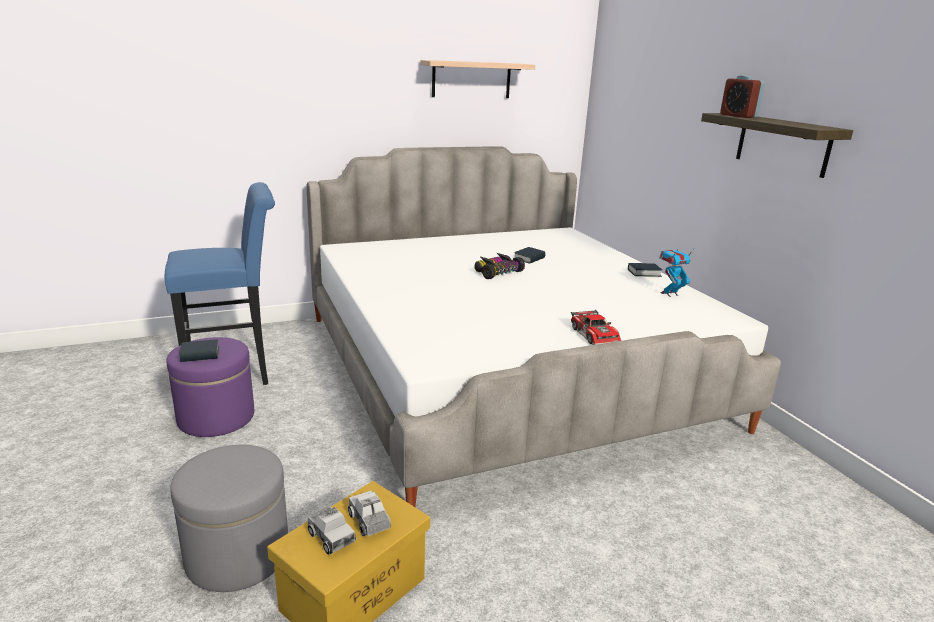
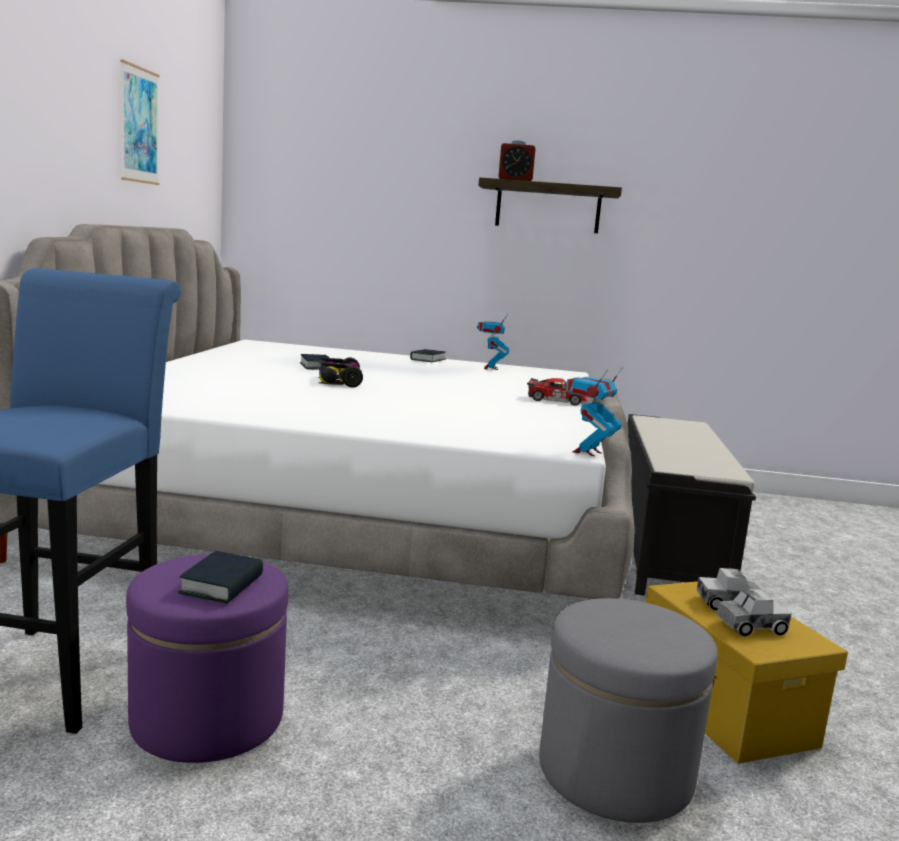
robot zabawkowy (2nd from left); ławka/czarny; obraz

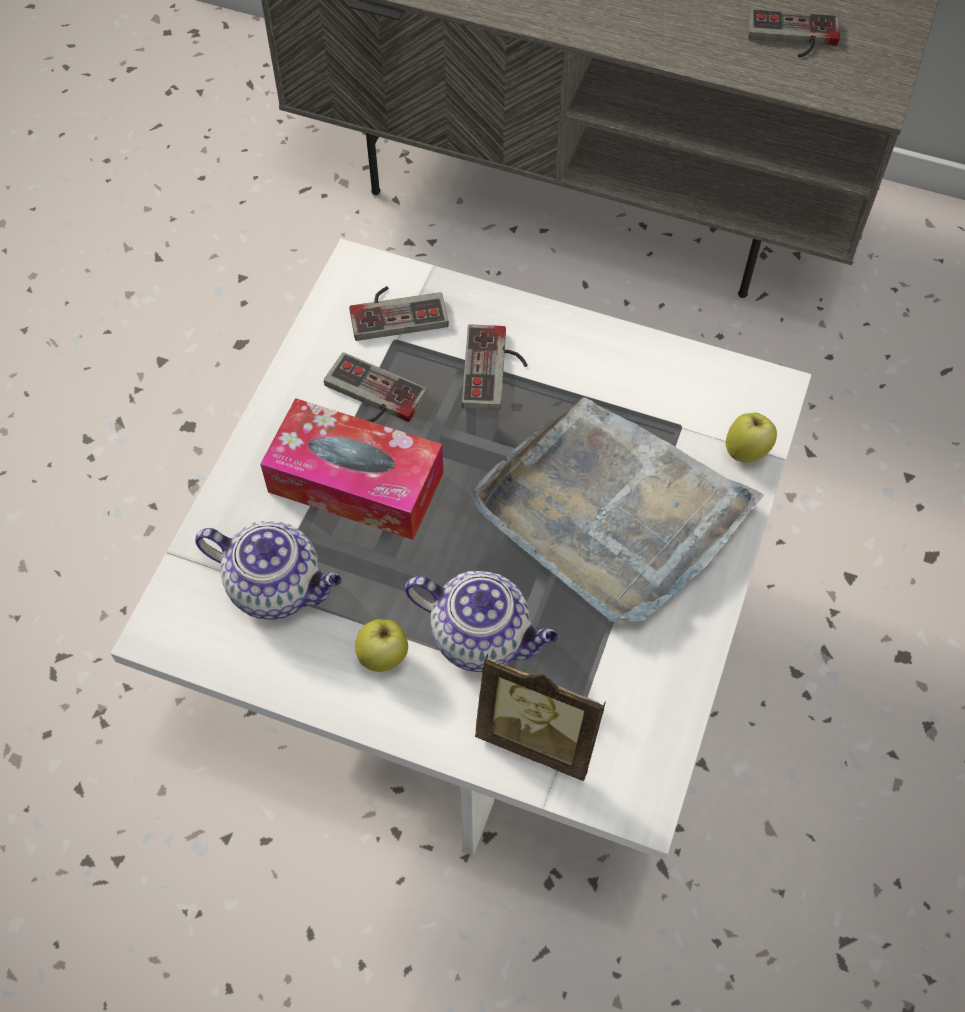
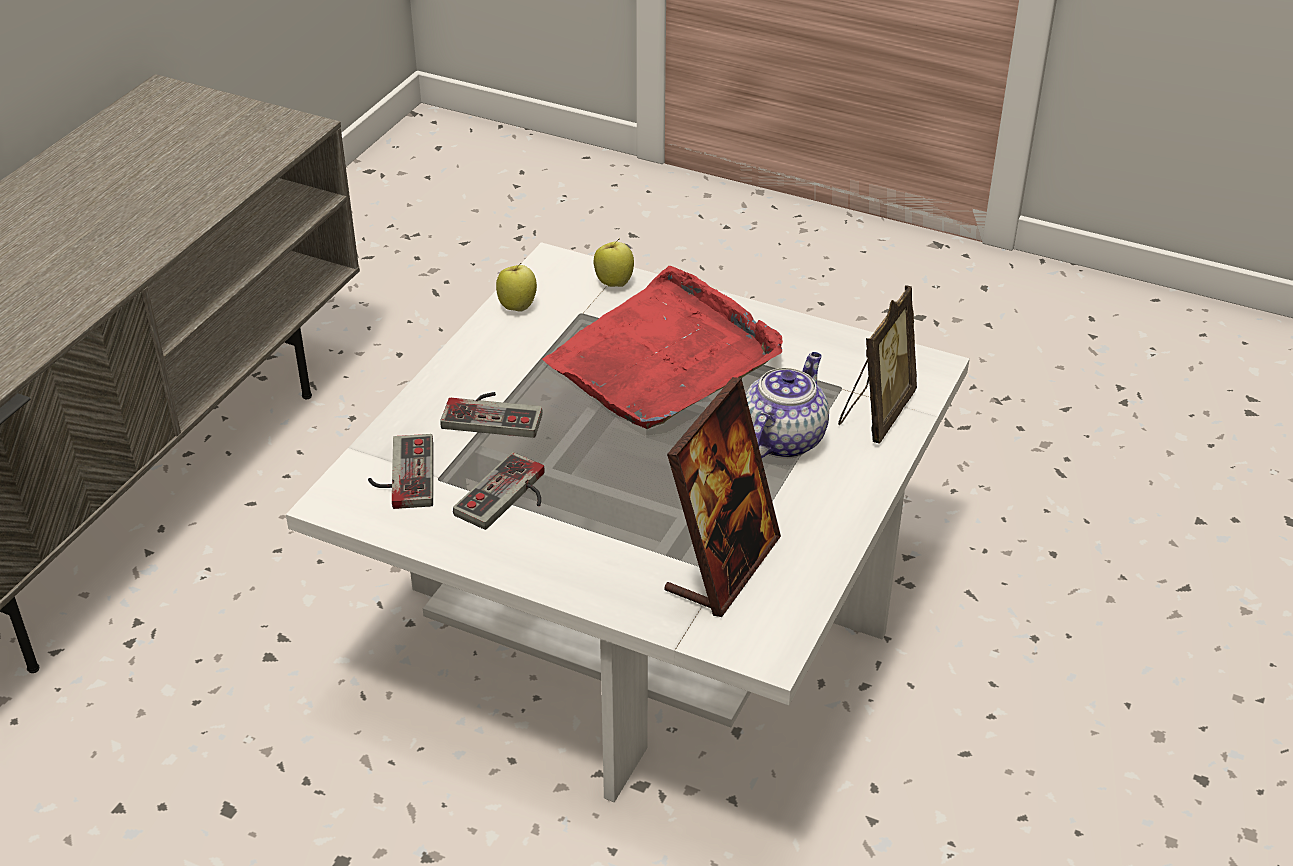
pudełko chusteczek; pad do gier (4th from left in the first image); jabłko (1st from left); ramka na zdjęcie (1st from left); taca/czerwony

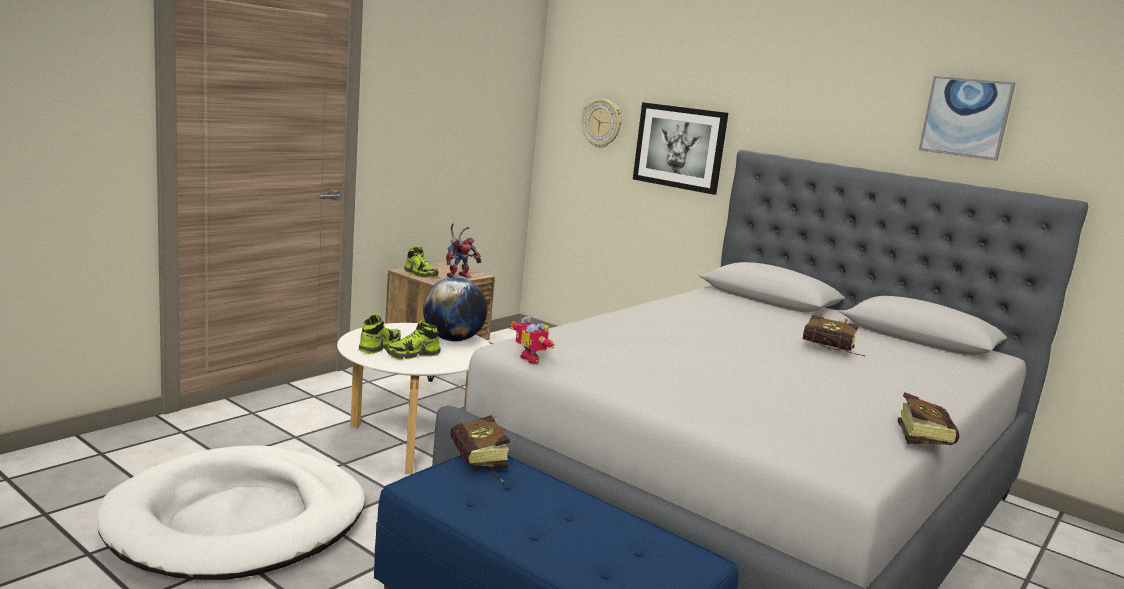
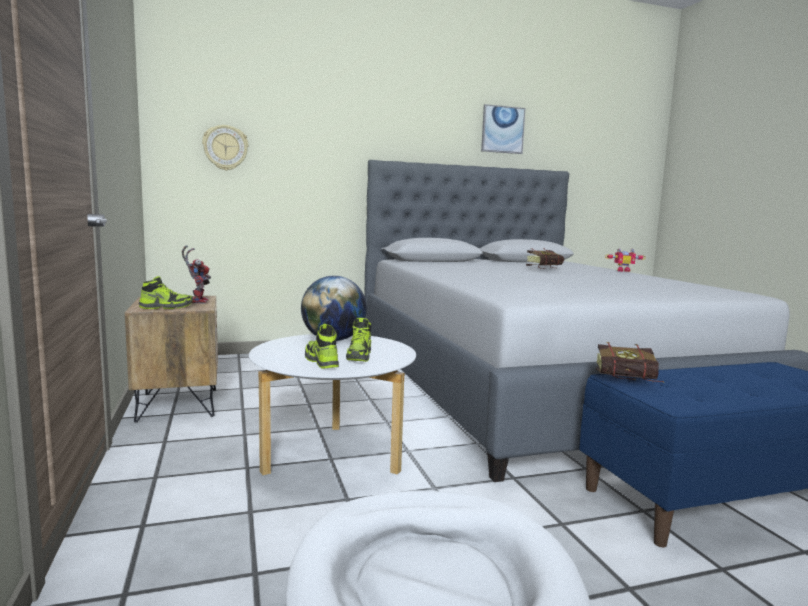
obraz (1st from left in the first image); książka (3rd from left in the first image); robot zabawkowy (2nd from left)

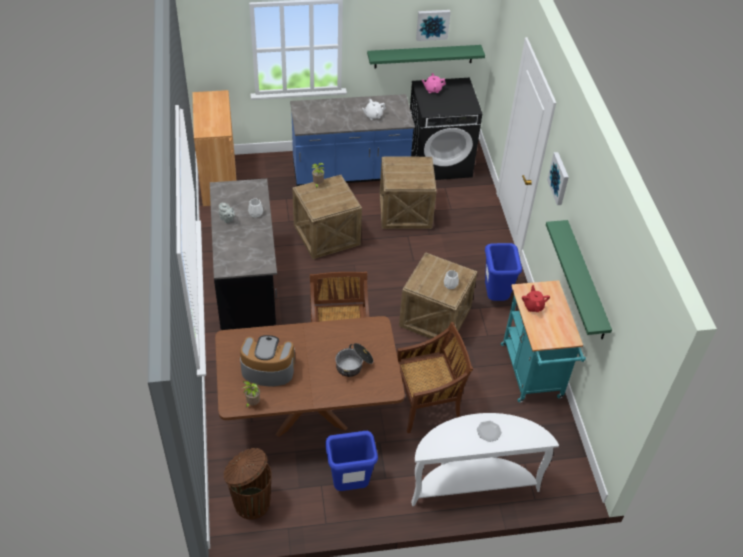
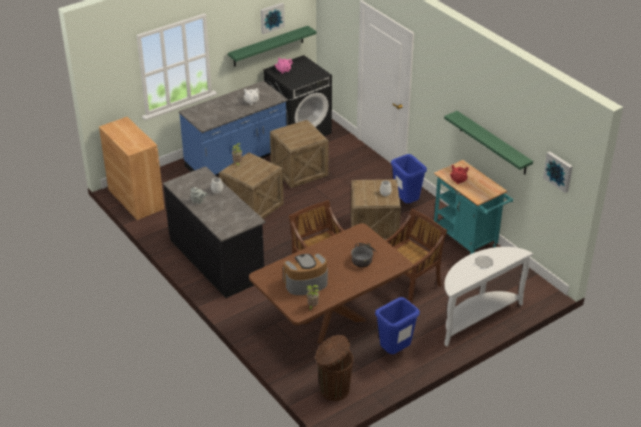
obraz (2nd from left)

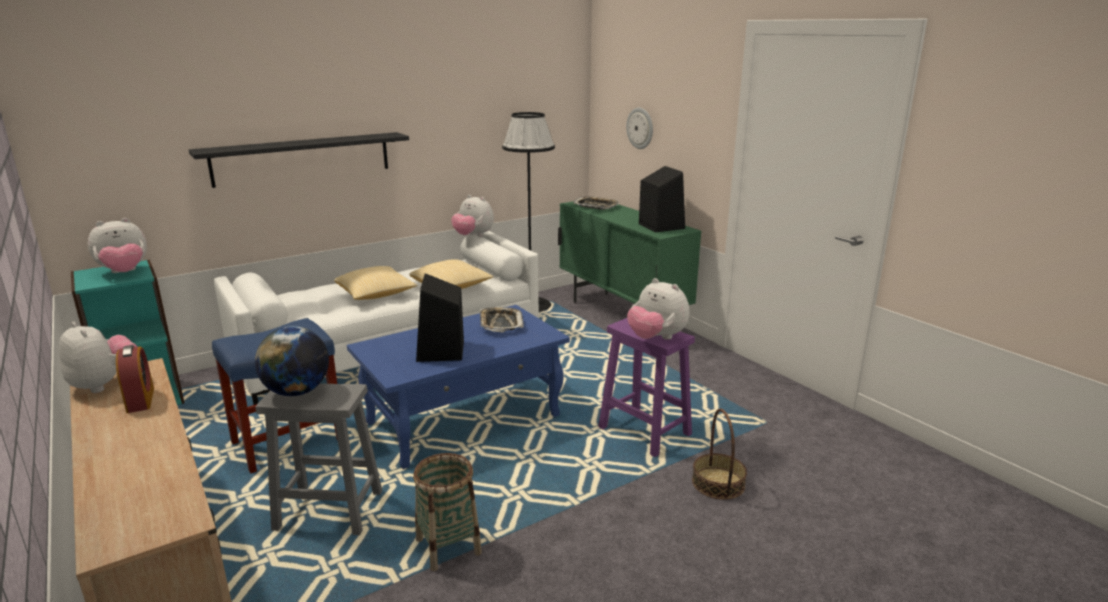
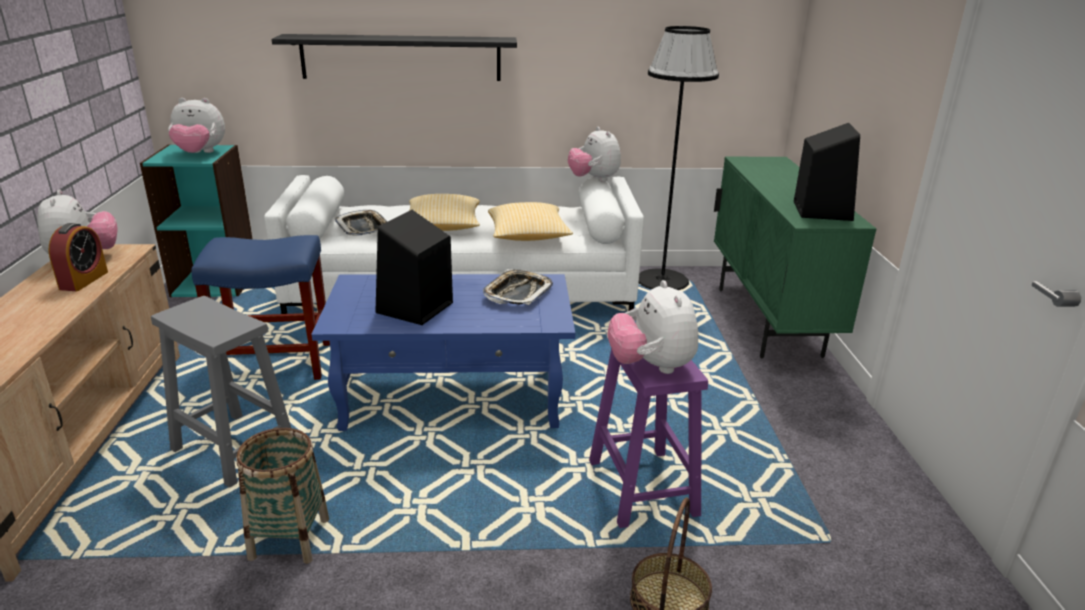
globus; zegar ścienny; taca (1st from left)

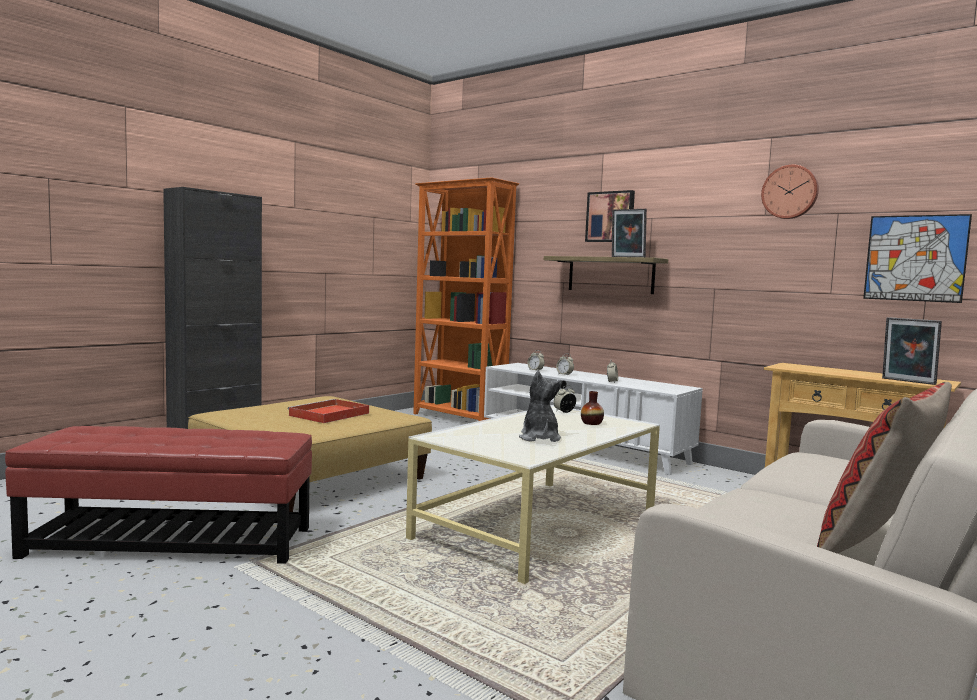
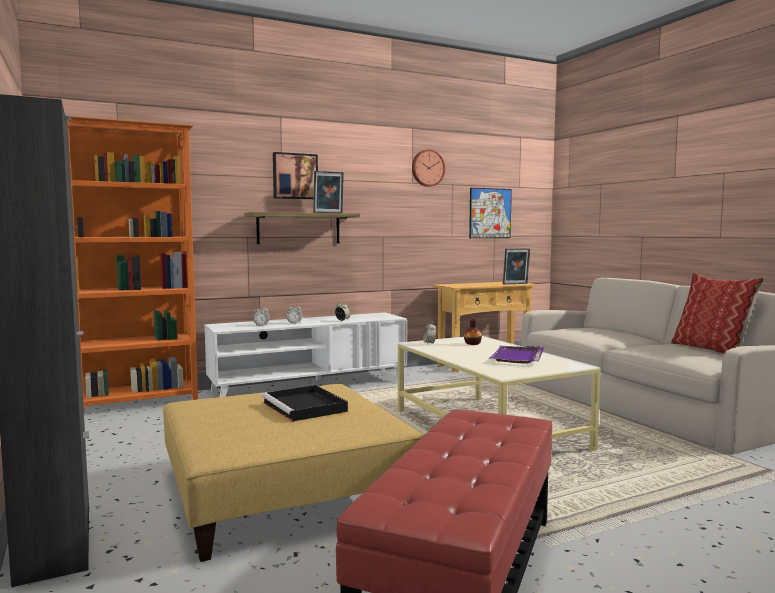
taca/fioletowy; taca/czarny

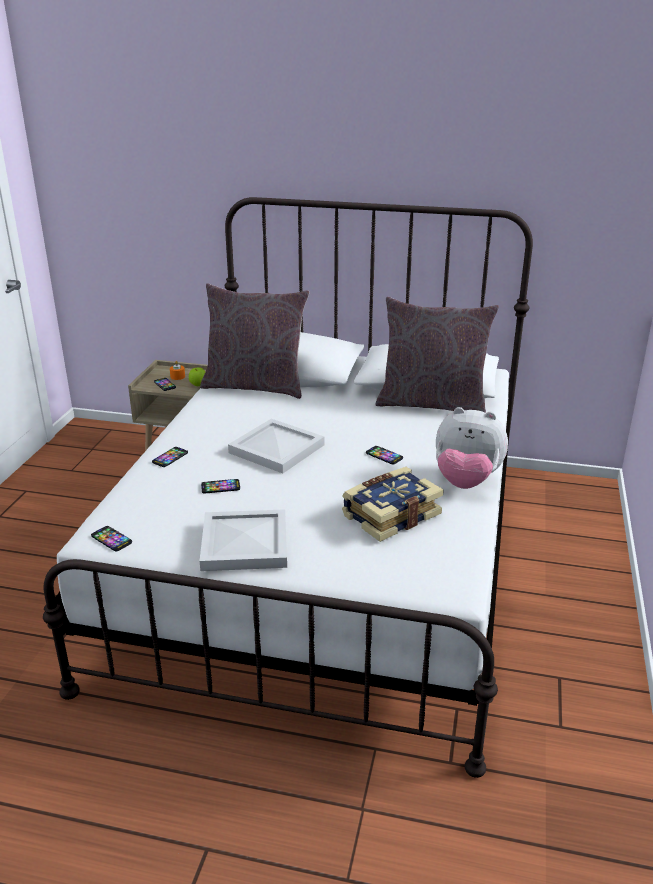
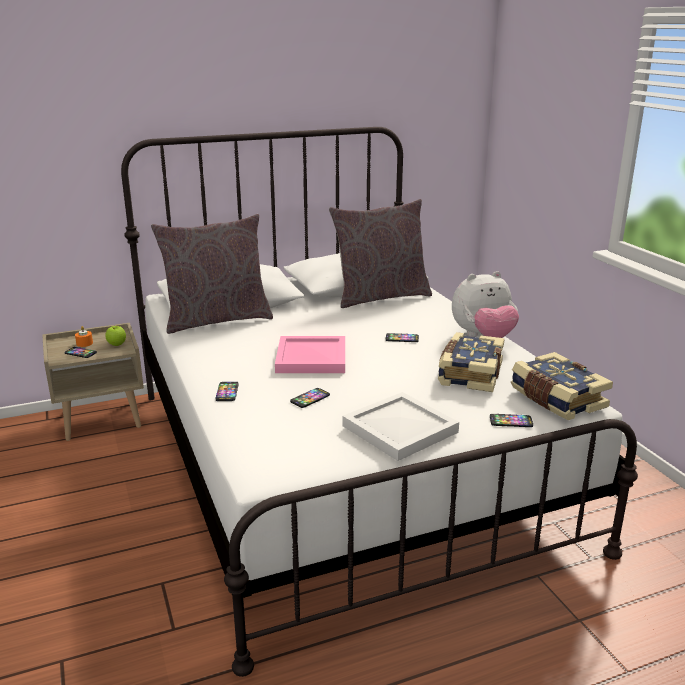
książka (2nd from left); telefon (5th from left); taca/różowy

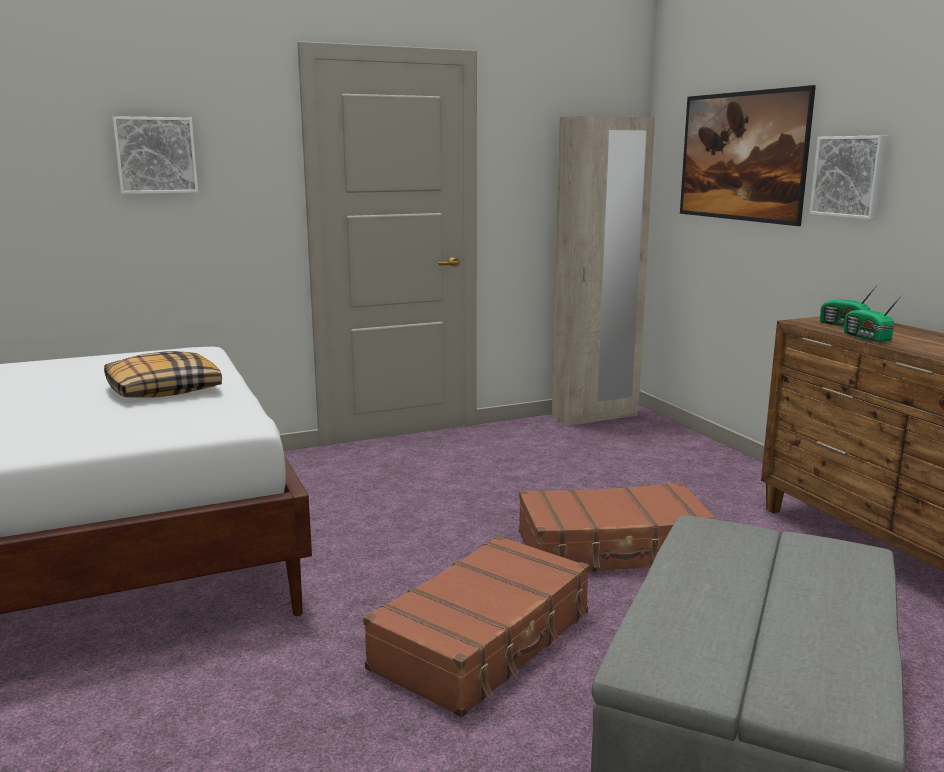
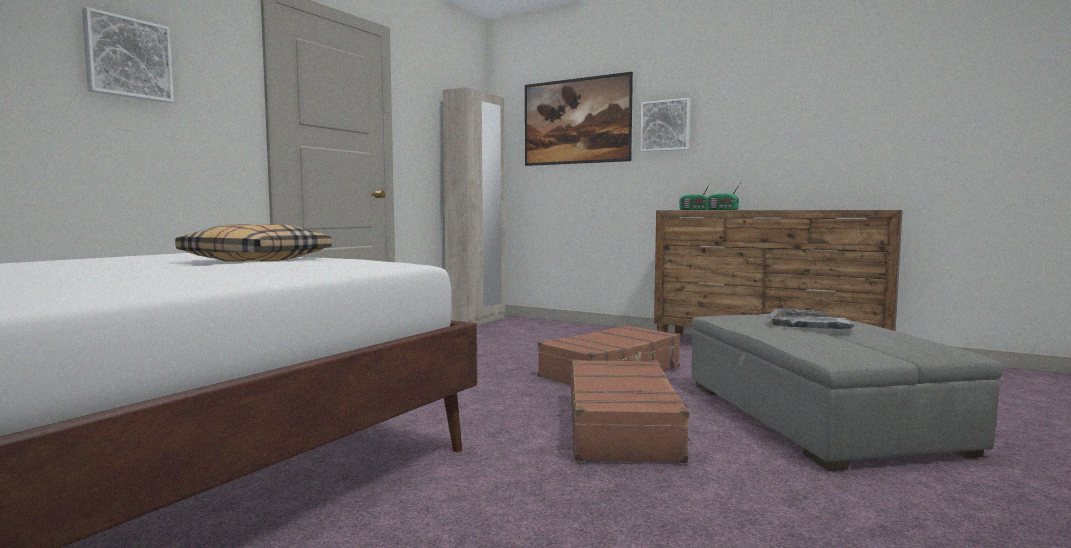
taca/szary

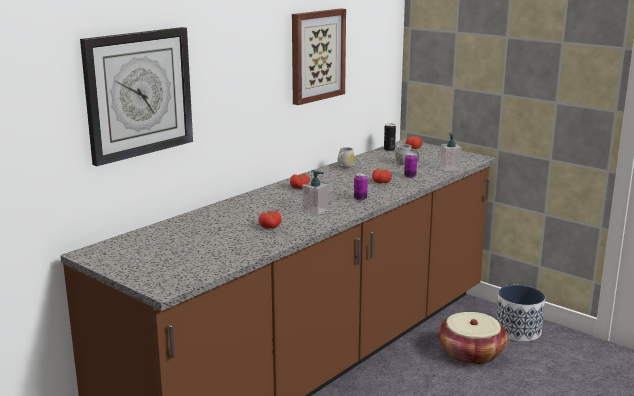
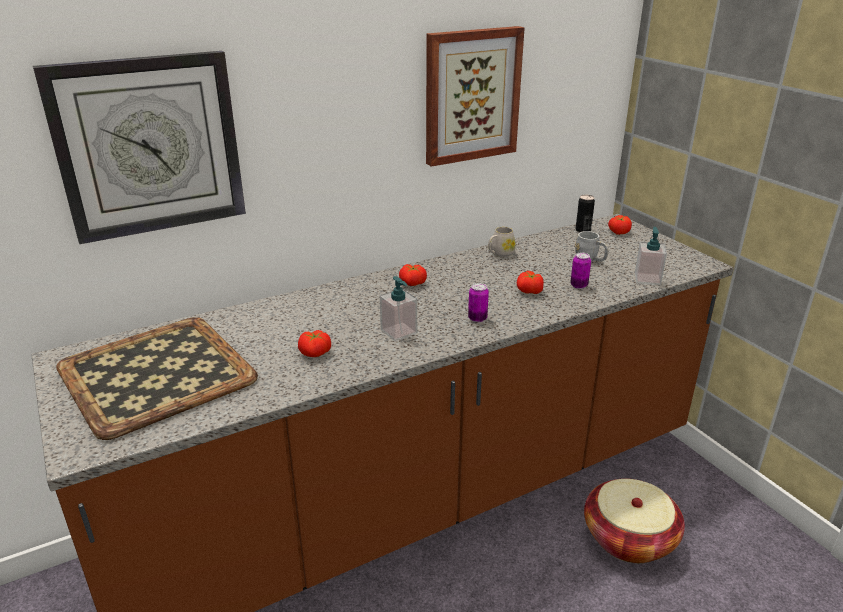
donica; taca

